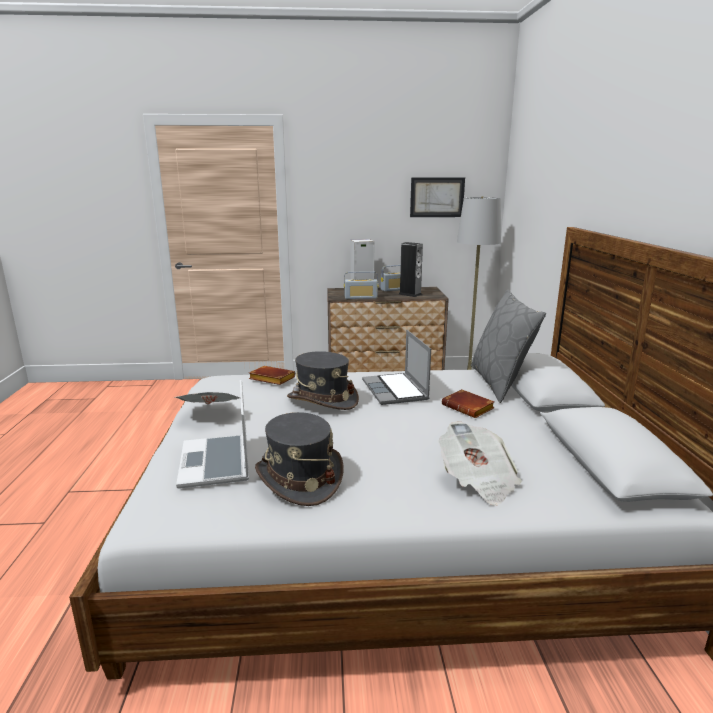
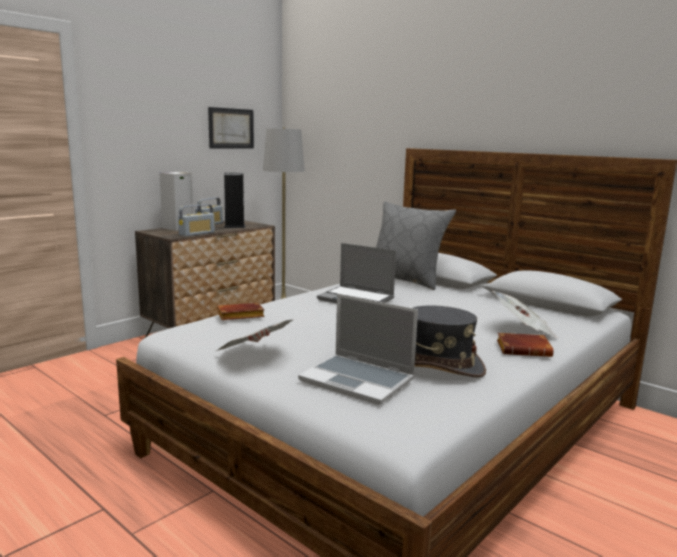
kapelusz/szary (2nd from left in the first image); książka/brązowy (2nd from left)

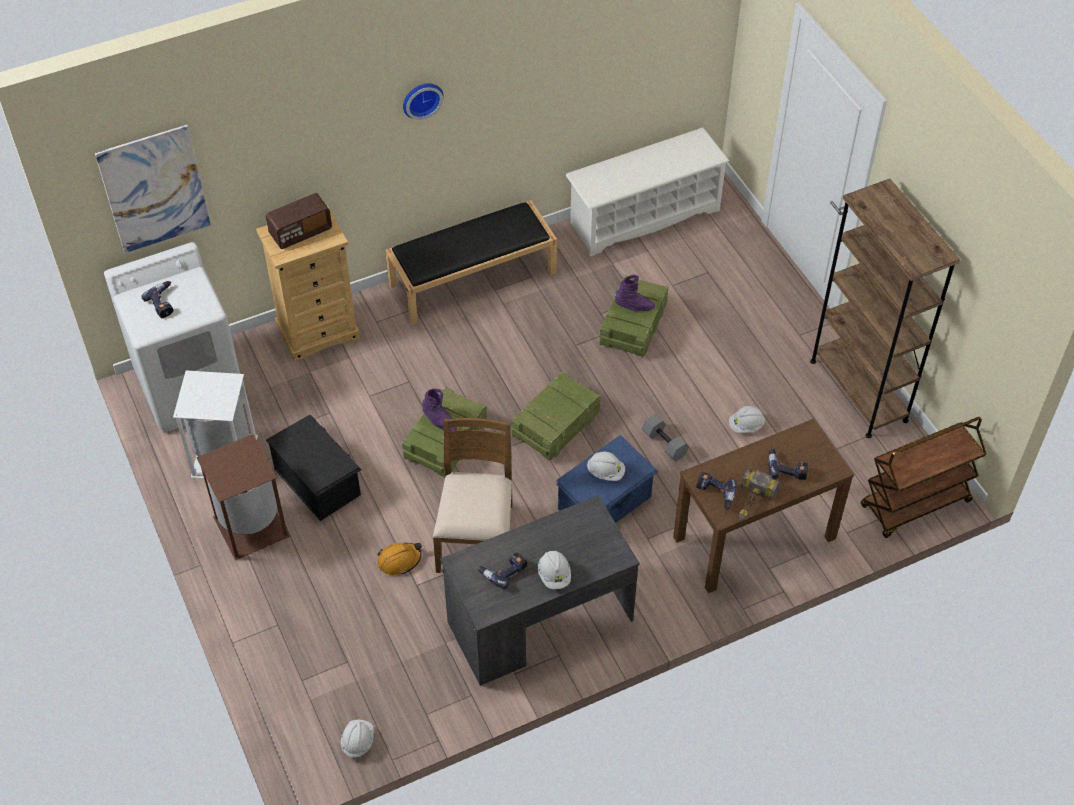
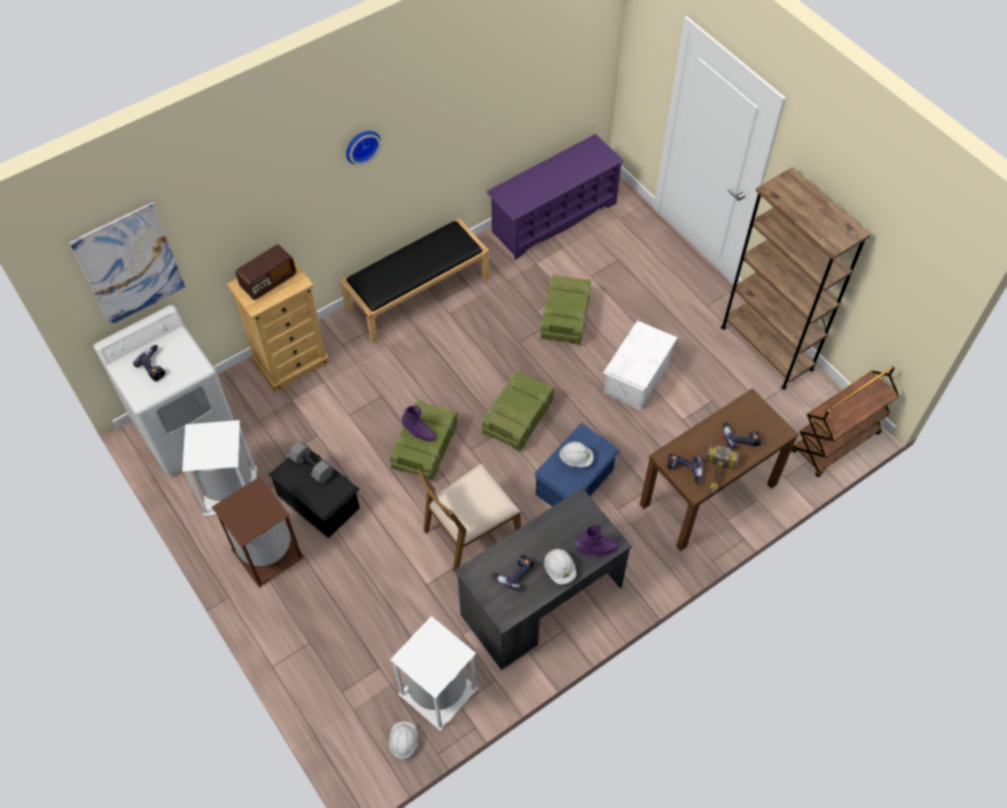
kask/pomarańczowy; kask/biały (4th from left in the first image); kosz na śmieci/biały (2nd from left); pojemnik do przechowywania/biały; but z cholewką/fioletowy (2nd from left); hantel/szary; regał na buty/fioletowy; krzesło/brązowy

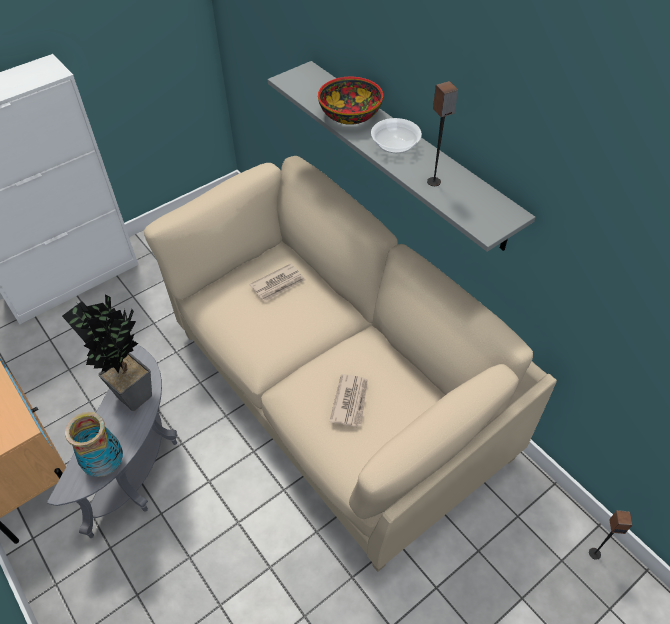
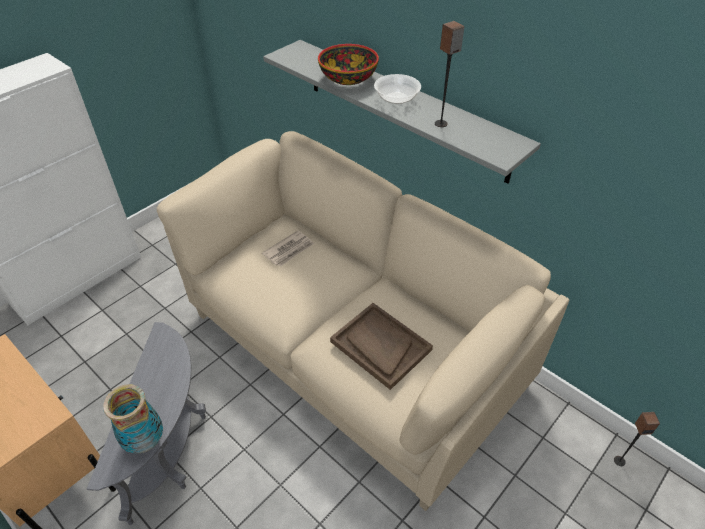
roślina doniczkowa; taca/brązowy

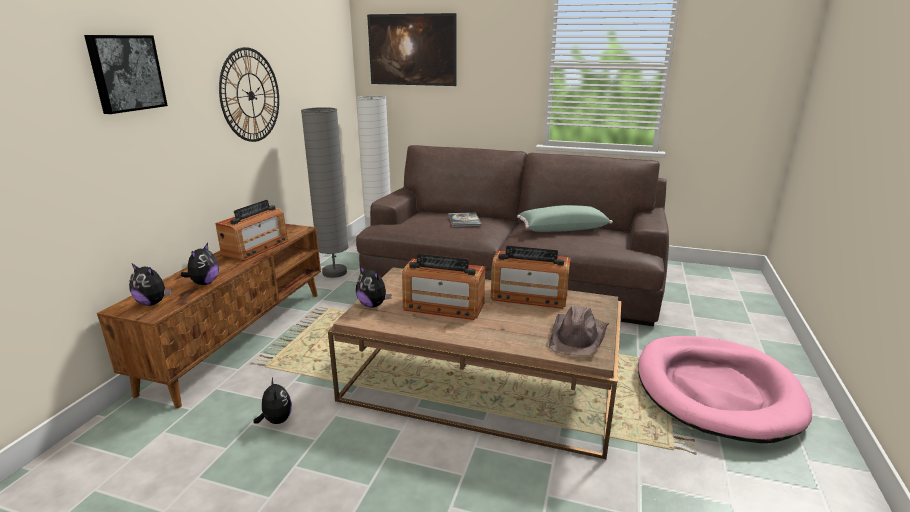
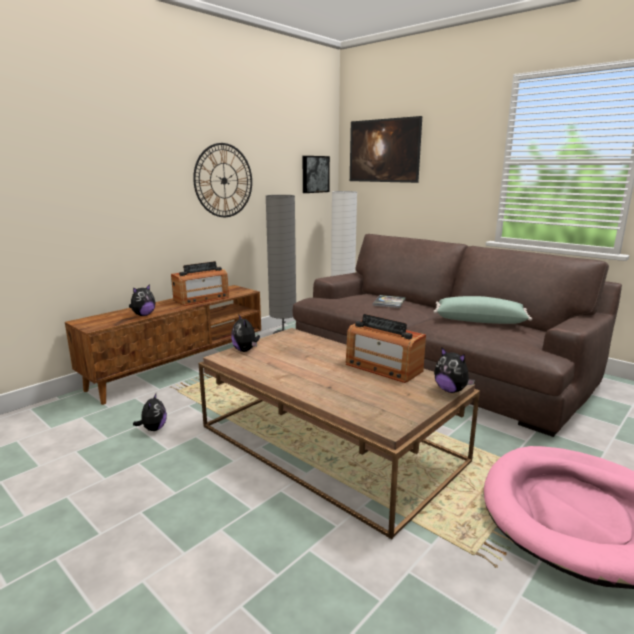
radio (2nd from left in the first image); kapelusz/brązowy; obraz (1st from left); pluszak (4th from left)

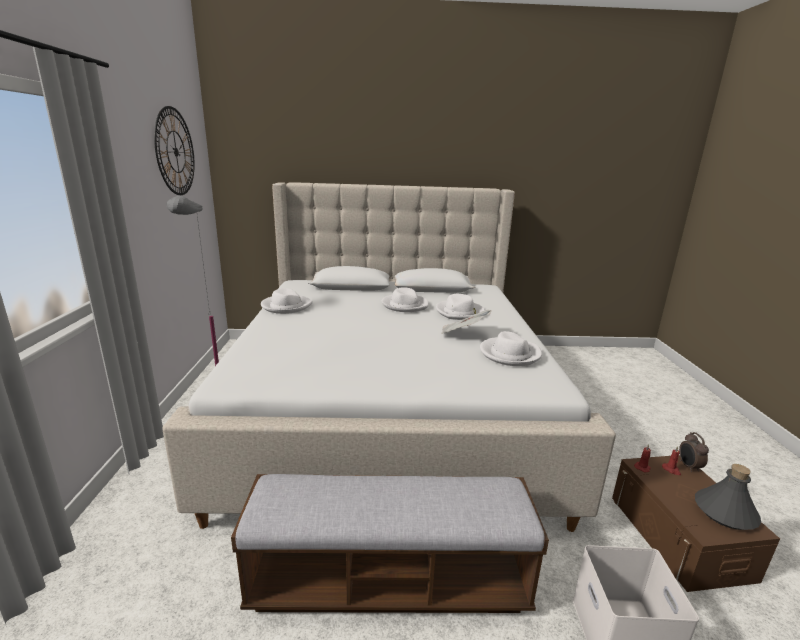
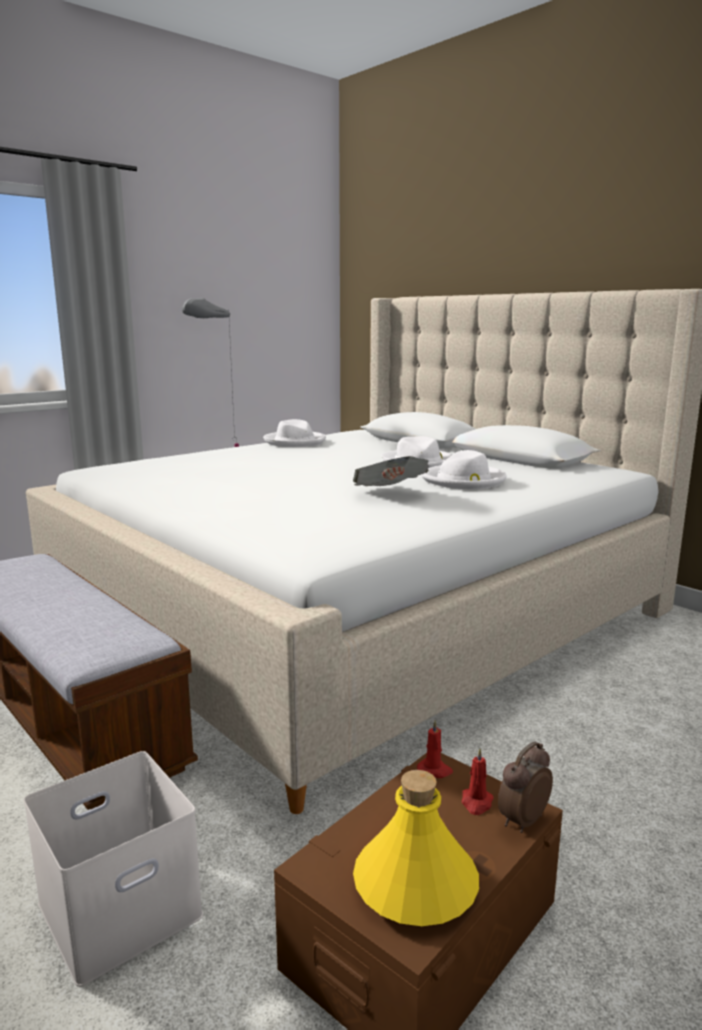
zegar ścienny; kapelusz/biały (4th from left in the first image); butelka/żółty

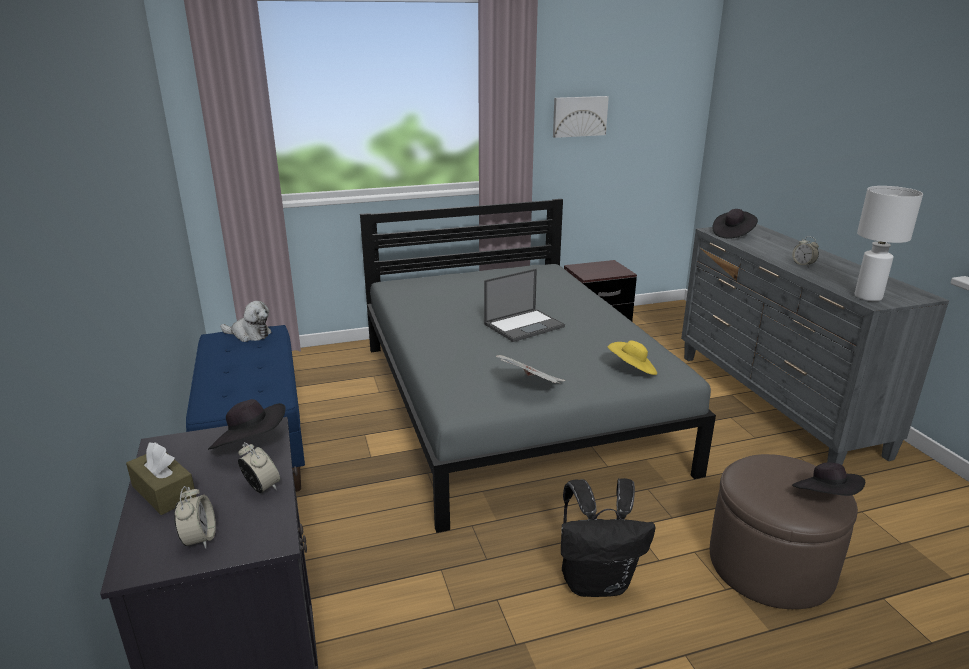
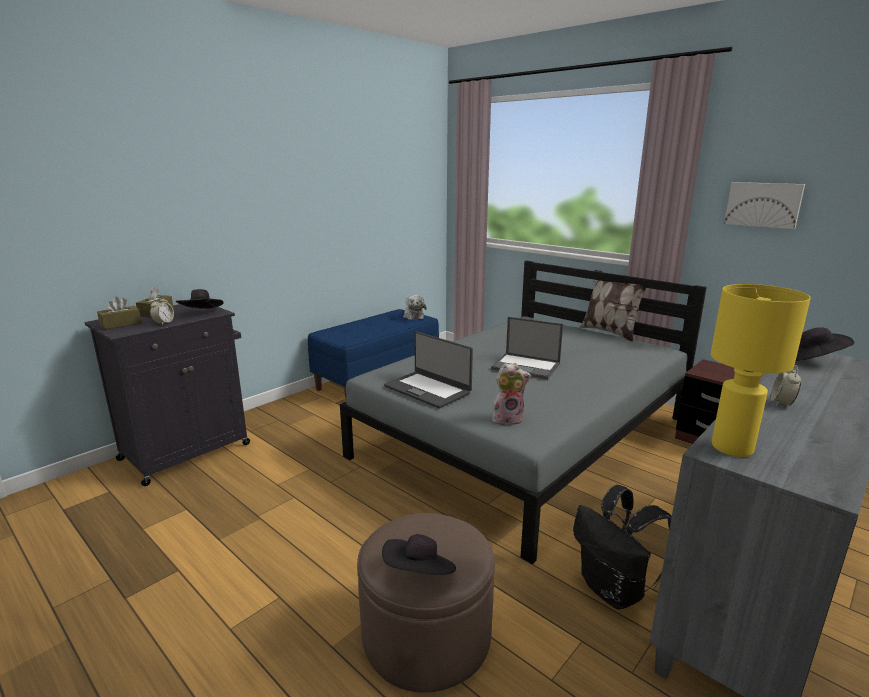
poduszka; plecak/czarny; pudełko chusteczek/brązowy (1st from left); laptop (1st from left); pluszak (2nd from left); lampa stołowa/żółty

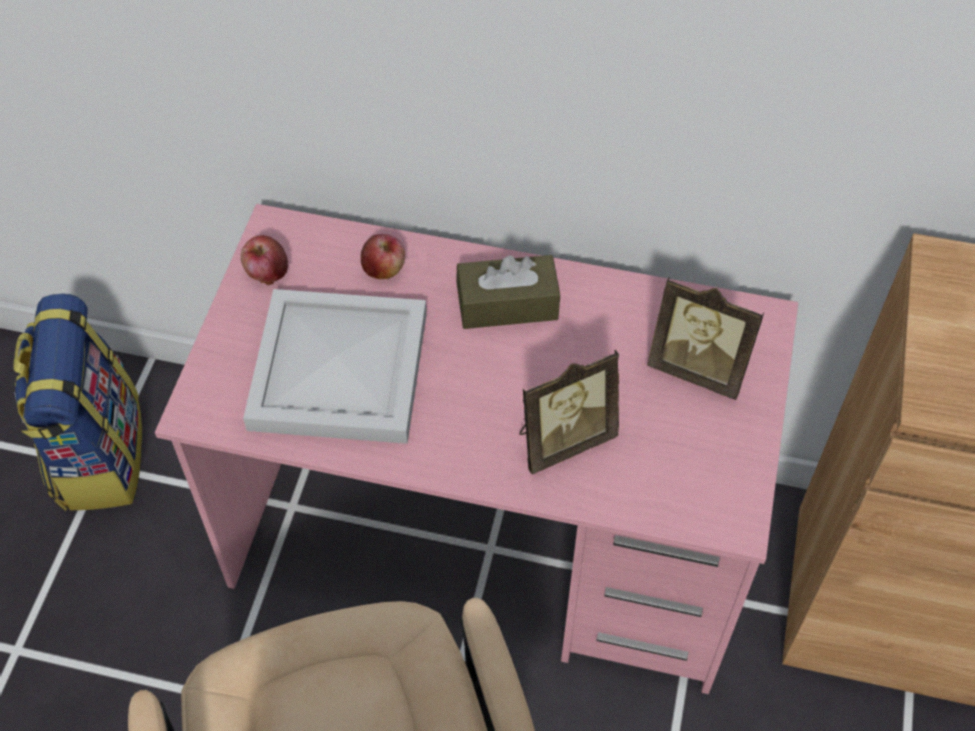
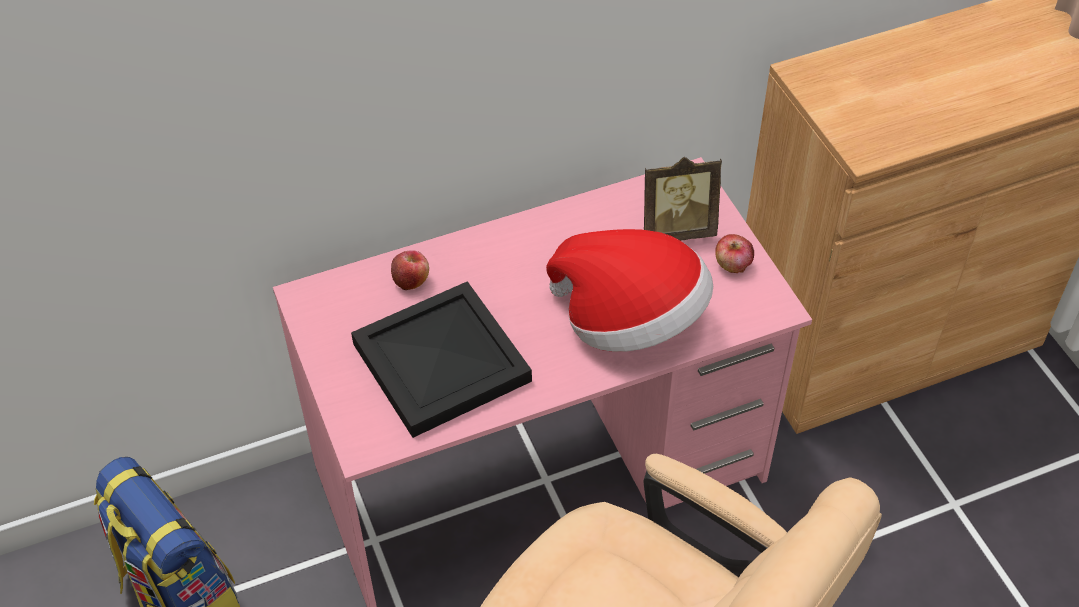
pudełko chusteczek/brązowy; jabłko (2nd from left); kapelusz; taca/czarny

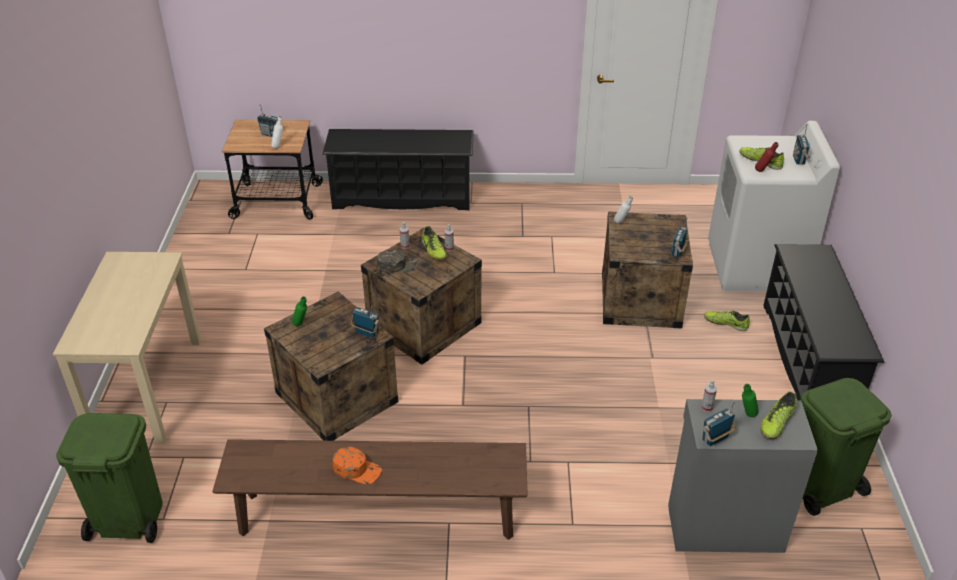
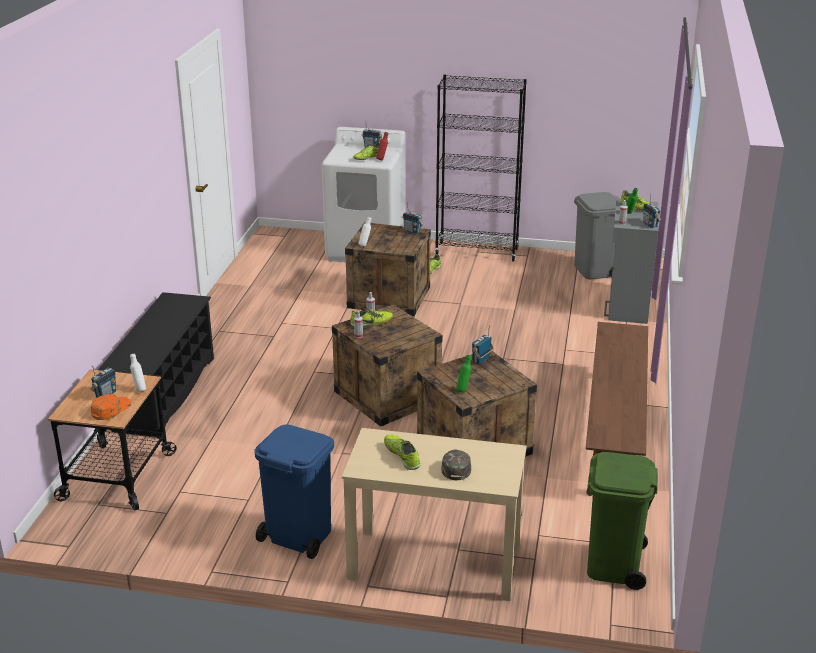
kosz na śmieci/niebieski; but (3rd from left); czapka z daszkiem/pomarańczowy; czapka z daszkiem/zielony; regał/czarny; kosz na śmieci/szary

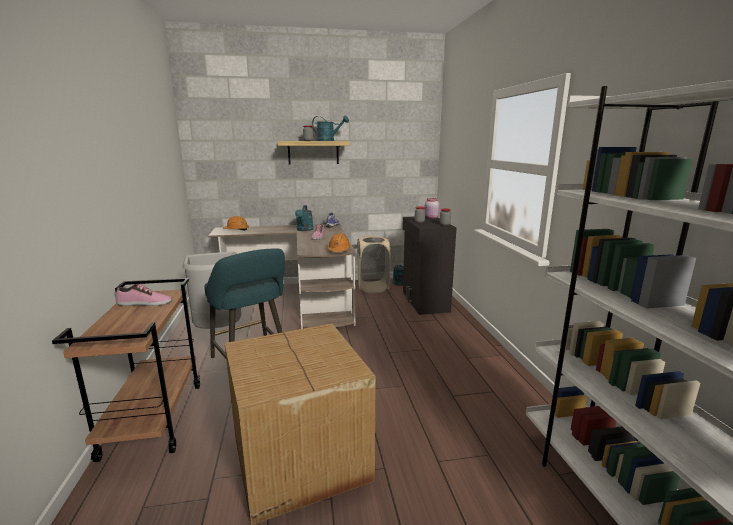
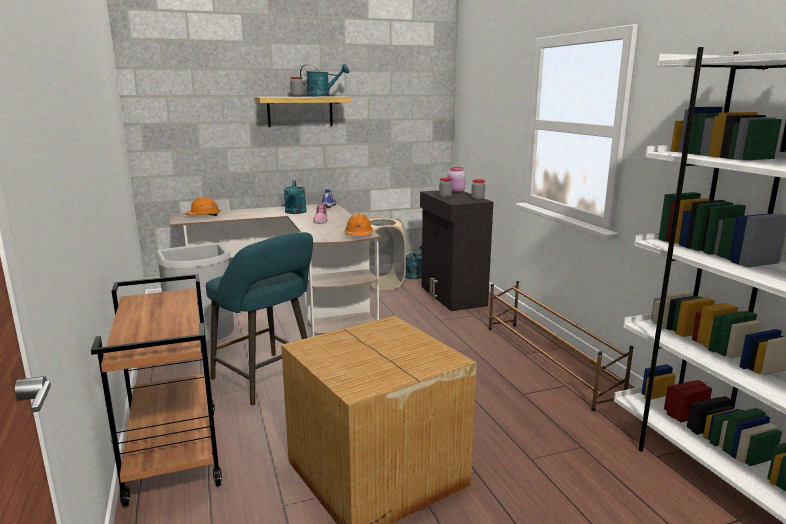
but (1st from left in the first image); regał na buty/brązowy

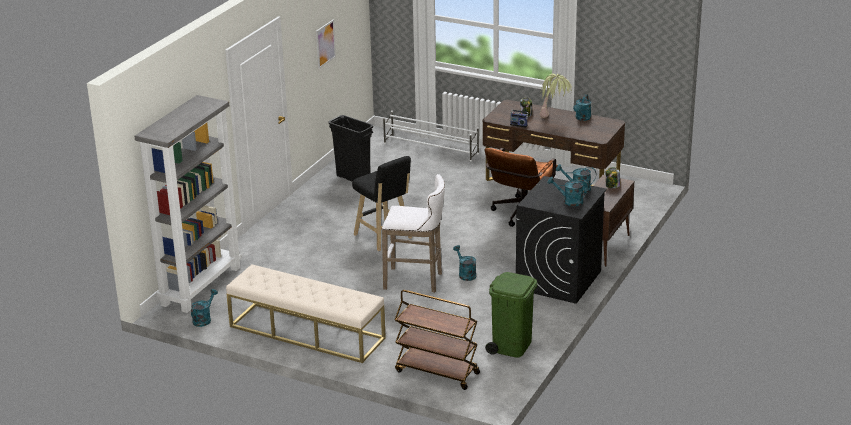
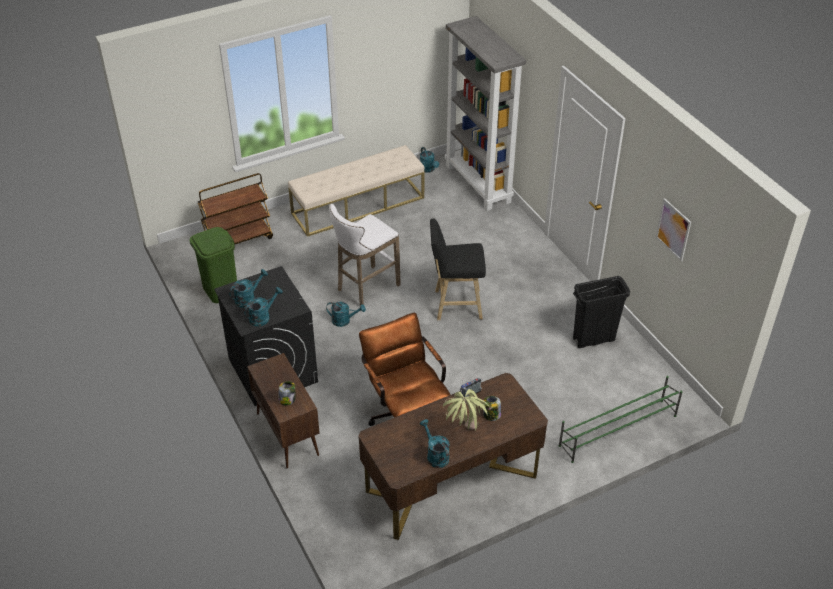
regał na buty/zielony

